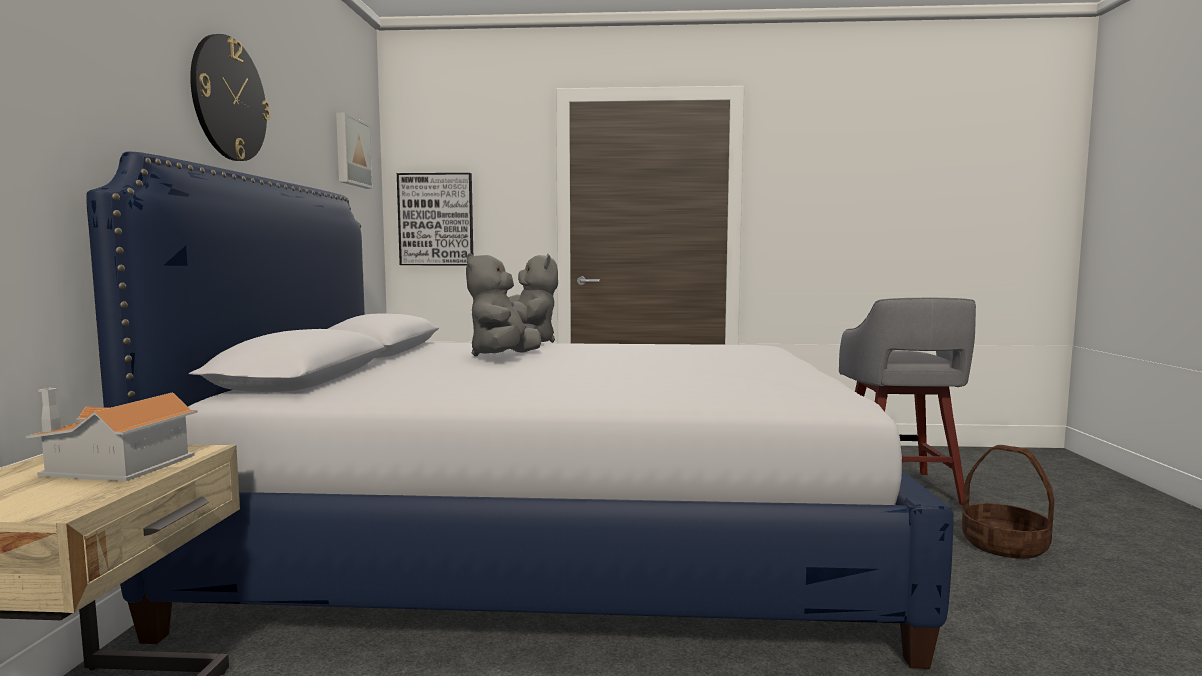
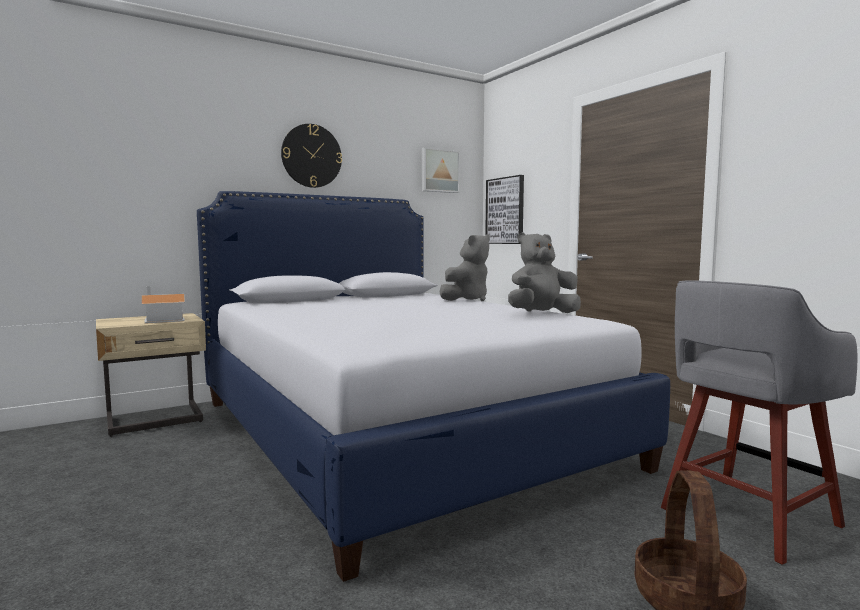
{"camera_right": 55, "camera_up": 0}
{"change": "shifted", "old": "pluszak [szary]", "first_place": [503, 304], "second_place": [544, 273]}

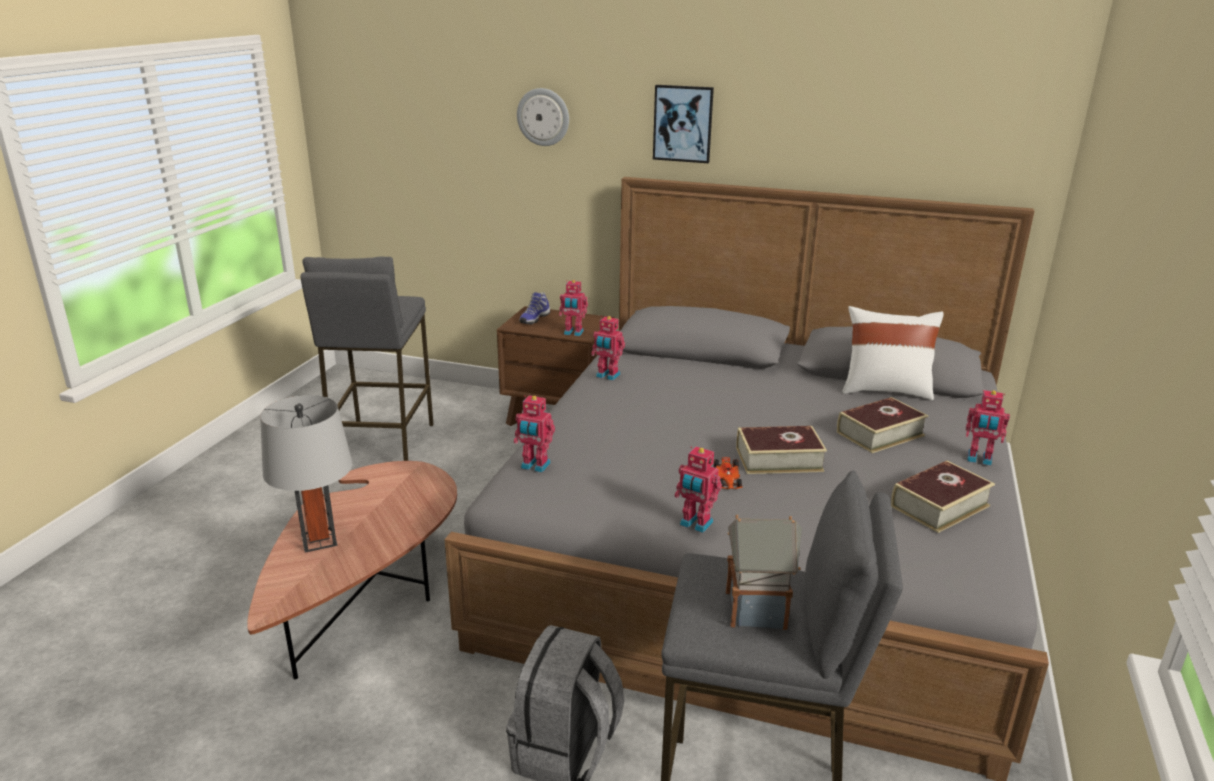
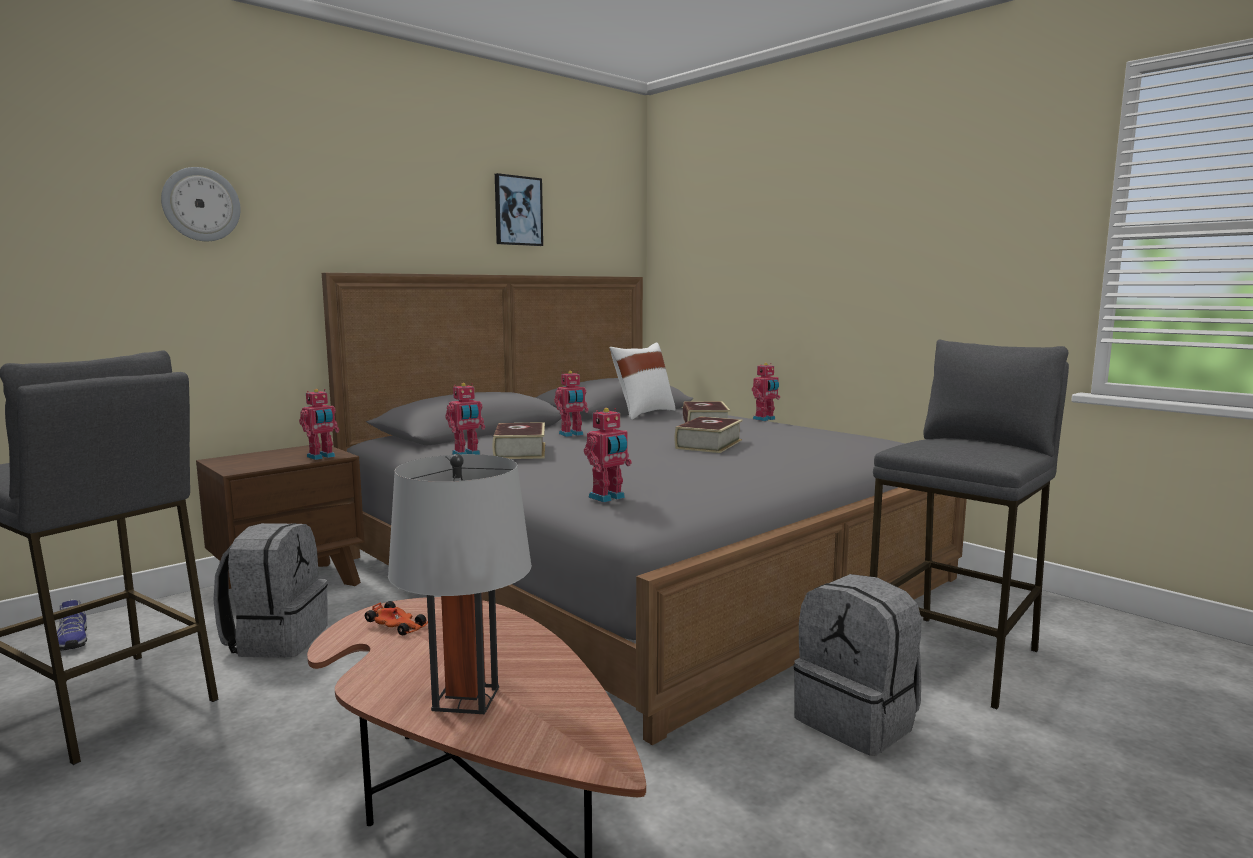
{"camera_right": -60, "camera_up": -15}
{"change": "shifted", "old": "obraz", "first_place": [683, 124], "second_place": [519, 209]}
{"change": "shifted", "old": "but", "first_place": [534, 308], "second_place": [72, 625]}
{"change": "shifted", "old": "robot zabawkowy", "first_place": [698, 489], "second_place": [571, 404]}
{"change": "shifted", "old": "samochodzik", "first_place": [728, 473], "second_place": [396, 618]}
{"change": "shifted", "old": "książka", "first_place": [943, 497], "second_place": [519, 440]}
{"change": "gone", "old": "domek", "first_place": [764, 572]}
{"change": "new", "new": "plecak [szary]", "second_place": [271, 590]}

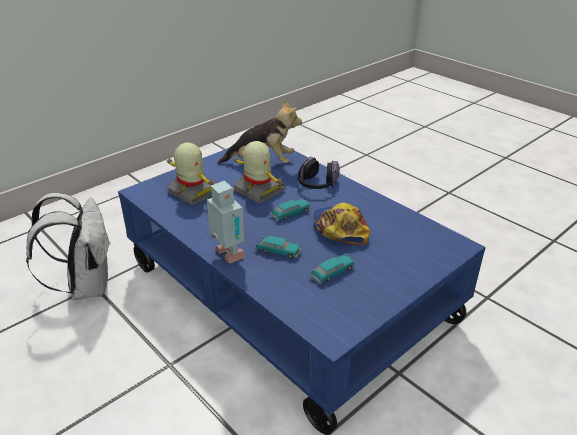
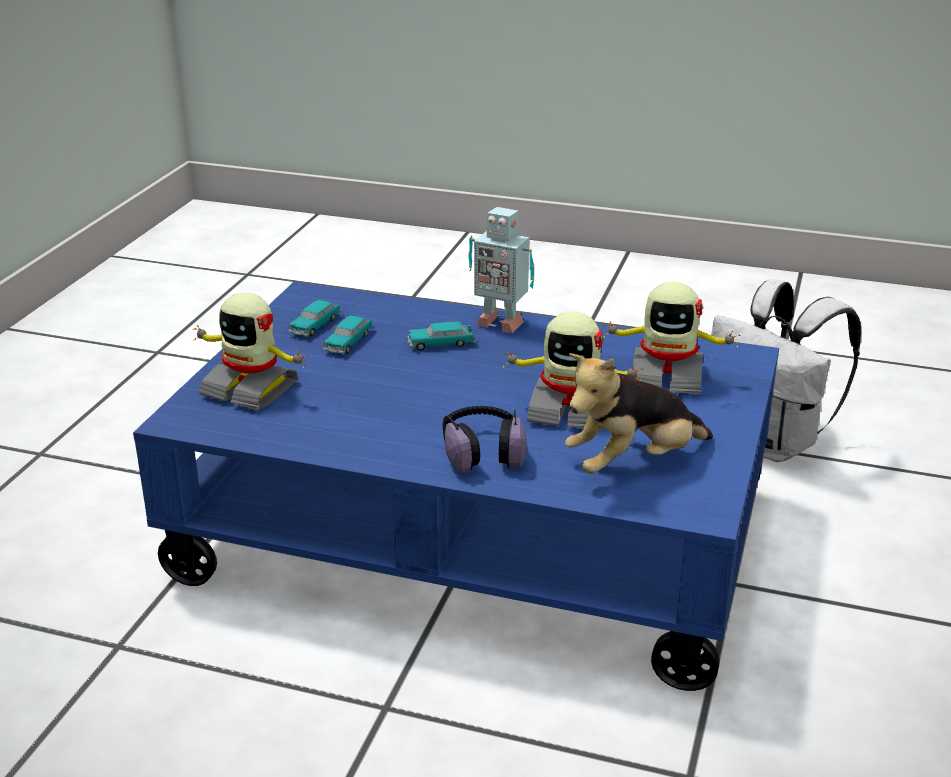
{"camera_right": 150, "camera_up": -5}
{"change": "shifted", "old": "samochodzik", "first_place": [290, 210], "second_place": [315, 318]}
{"change": "gone", "old": "czapka z daszkiem", "first_place": [341, 224]}
{"change": "new", "new": "robot zabawkowy", "second_place": [250, 351]}

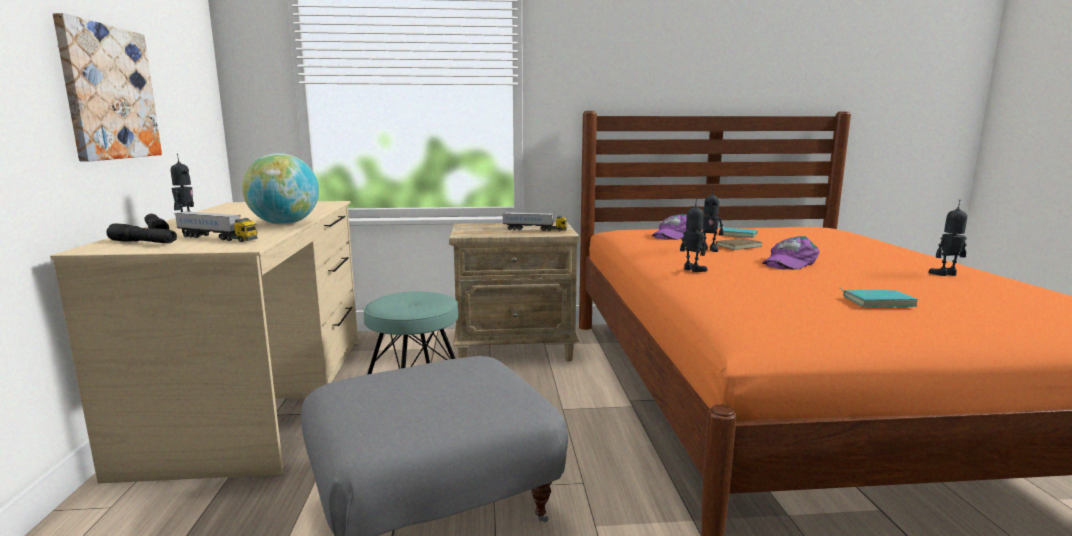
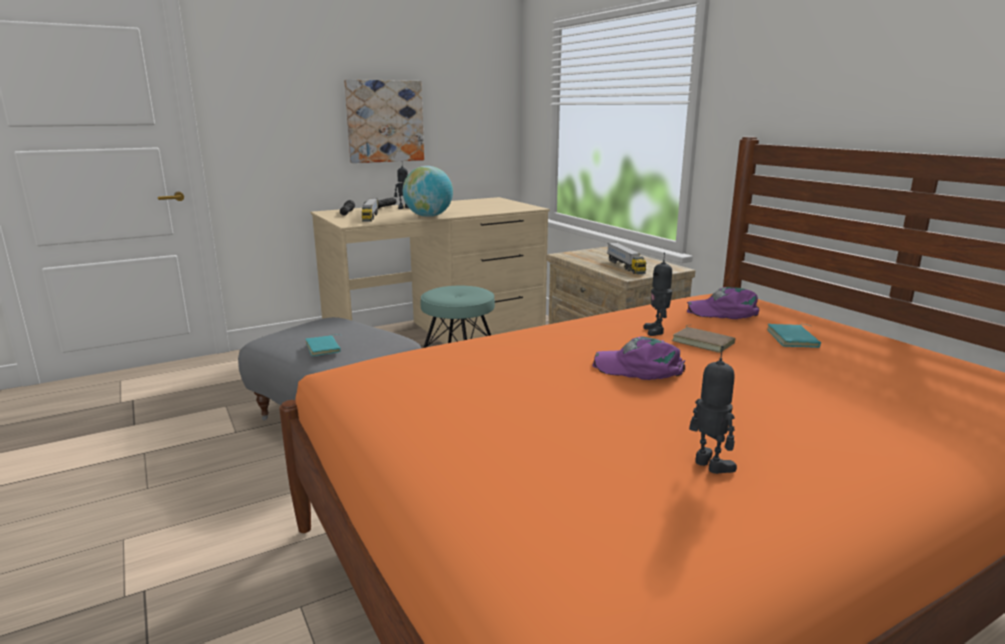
{"camera_right": 65, "camera_up": 5}
{"change": "gone", "old": "robot zabawkowy", "first_place": [693, 234]}
{"change": "shifted", "old": "książka [turkusowy]", "first_place": [879, 297], "second_place": [323, 345]}

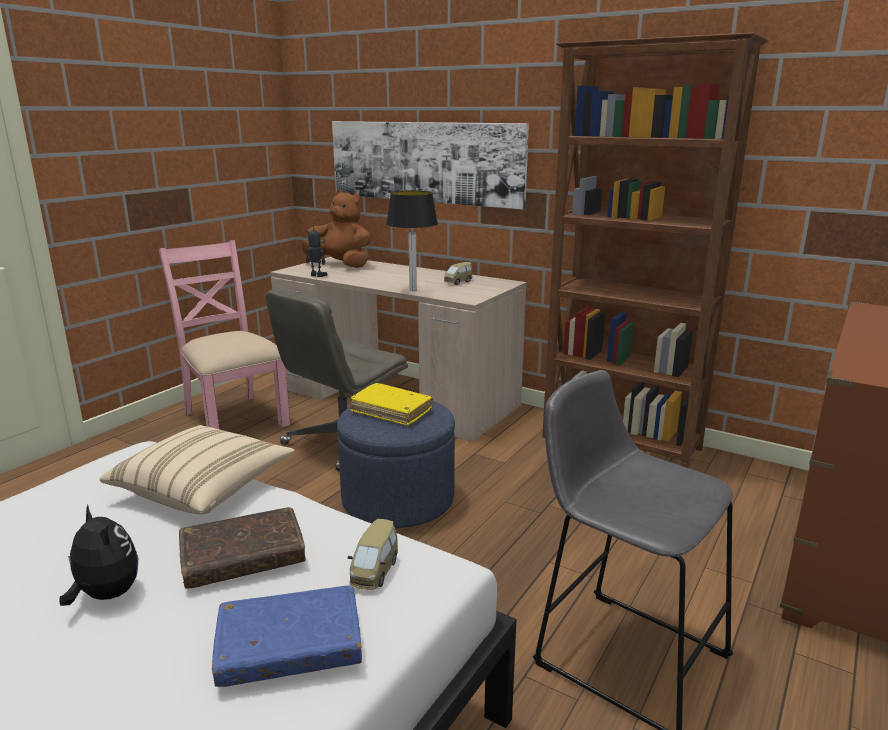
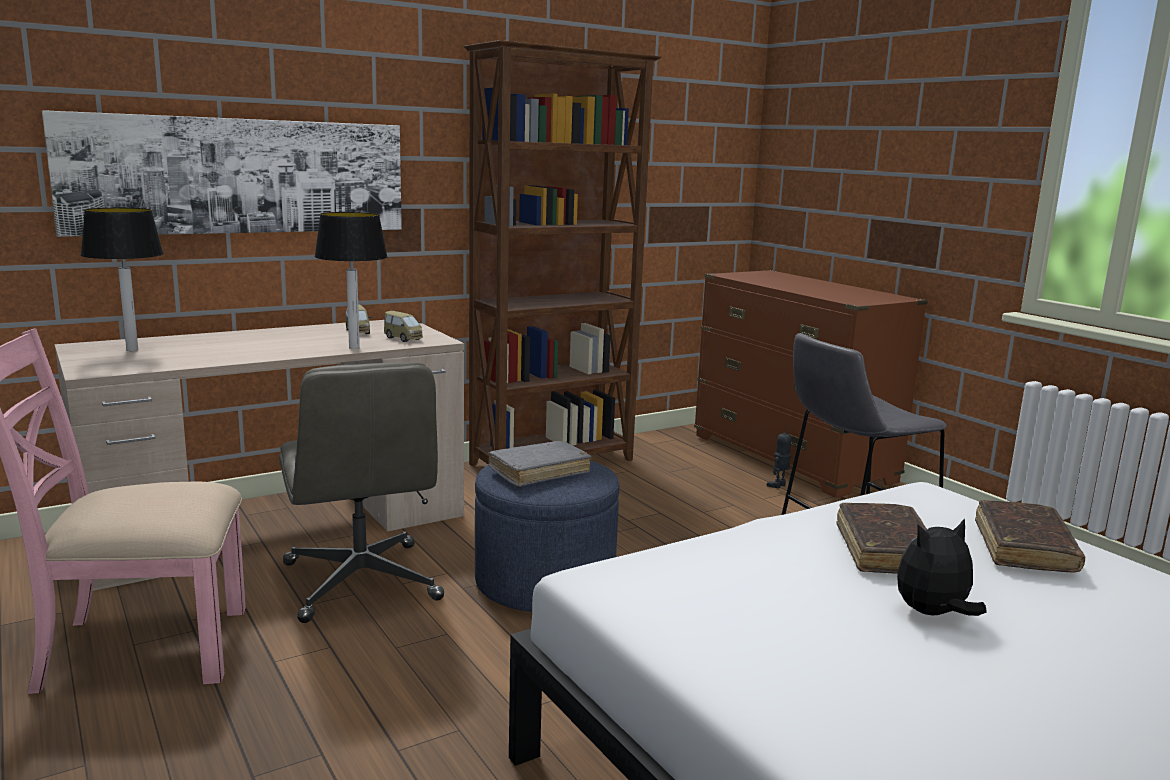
{"camera_right": -65, "camera_up": -5}
{"change": "swapped", "old": "pluszak [brązowy]", "new": "lampa stołowa", "first_place": [336, 229], "second_place": [122, 279]}
{"change": "shifted", "old": "robot zabawkowy", "first_place": [316, 250], "second_place": [779, 456]}
{"change": "repainted", "old": "książka [żółty]", "new": "książka [szary]", "first_place": [391, 404], "second_place": [539, 464]}
{"change": "gone", "old": "poduszka [beżowy]", "first_place": [197, 469]}
{"change": "shifted", "old": "samochodzik", "first_place": [373, 554], "second_place": [403, 326]}
{"change": "repainted", "old": "książka [niebieski]", "new": "książka [brązowy]", "first_place": [287, 636], "second_place": [1030, 536]}

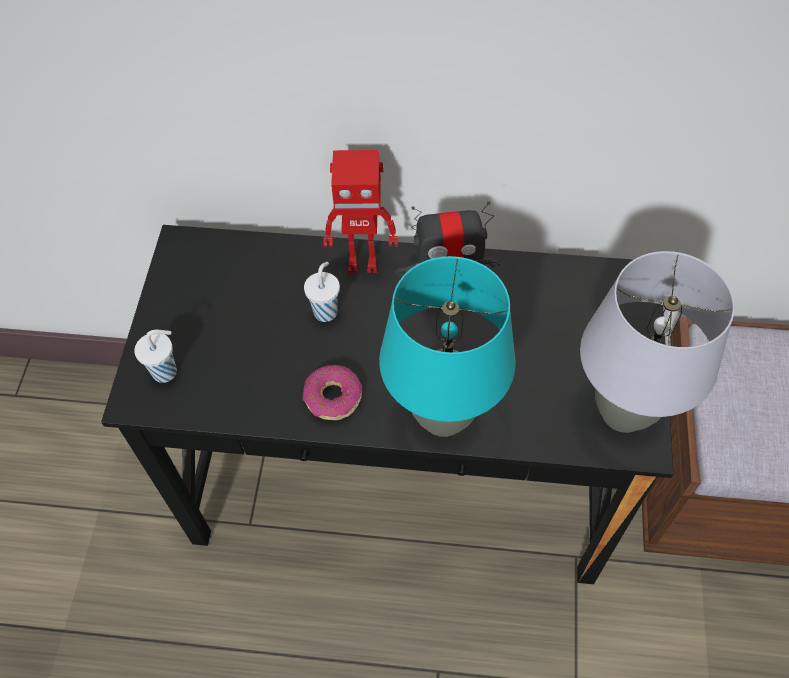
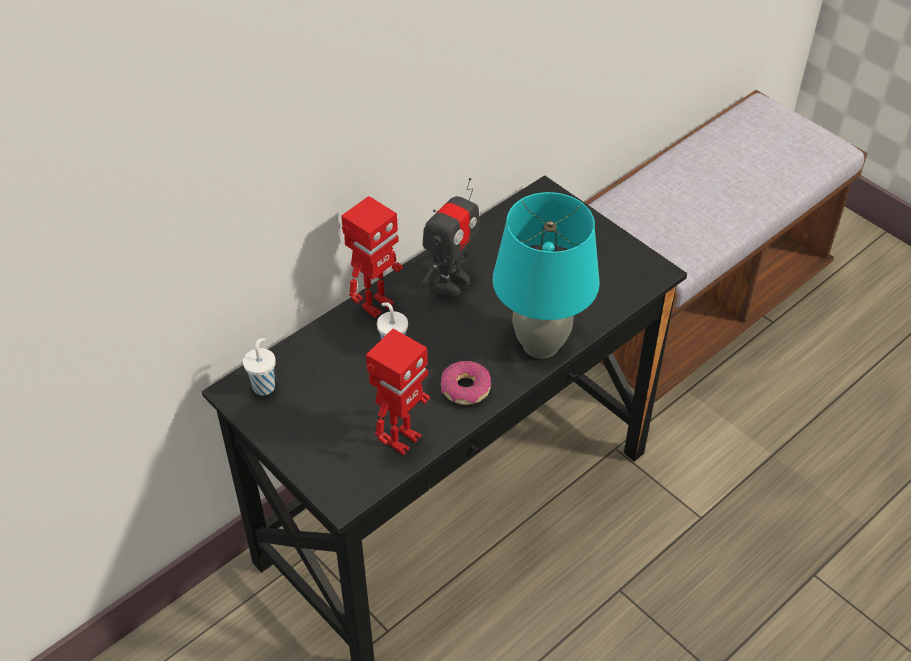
{"camera_right": -50, "camera_up": -10}
{"change": "gone", "old": "lampa stołowa [szary]", "first_place": [657, 342]}
{"change": "shifted", "old": "filiżanka [biały]", "first_place": [155, 356], "second_place": [259, 366]}
{"change": "new", "new": "robot zabawkowy", "second_place": [398, 392]}

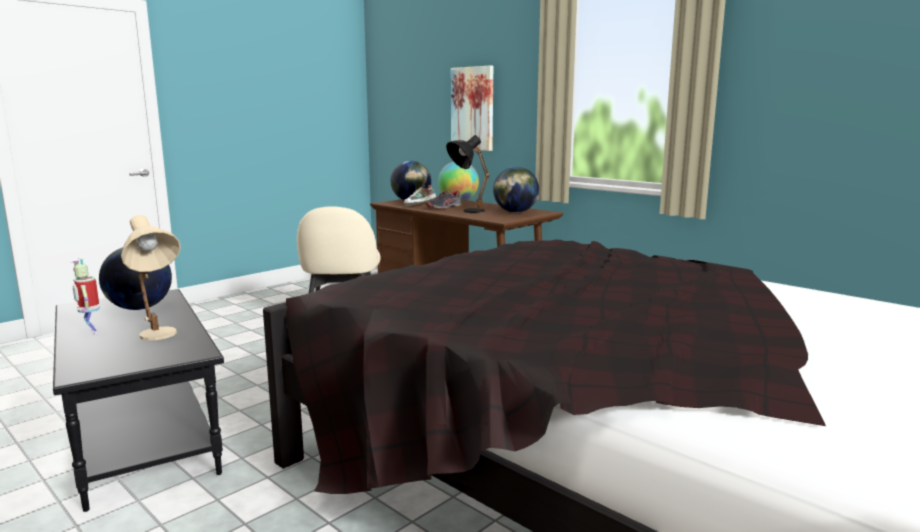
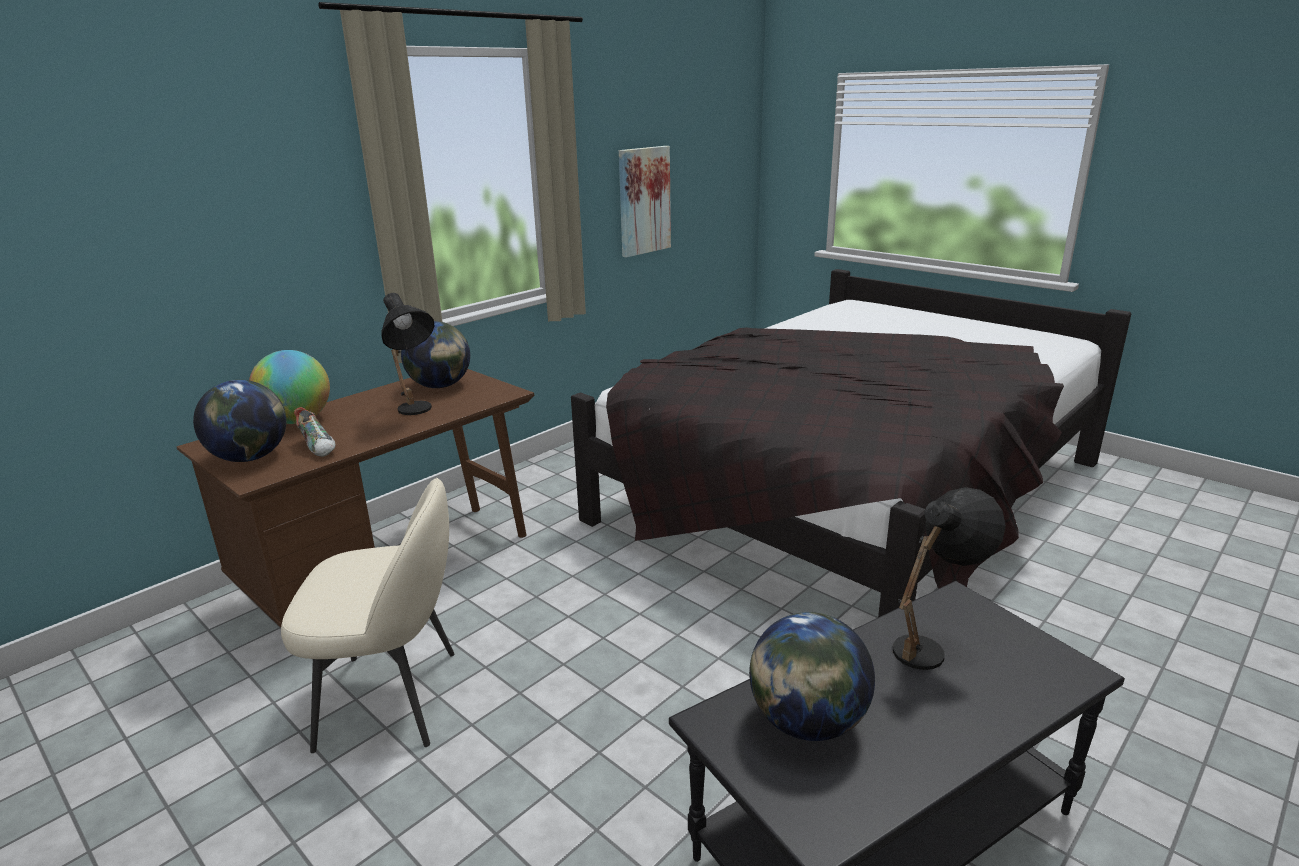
{"camera_right": -90, "camera_up": 10}
{"change": "shifted", "old": "obraz", "first_place": [472, 108], "second_place": [645, 201]}
{"change": "gone", "old": "but", "first_place": [443, 199]}
{"change": "repainted", "old": "lampa stołowa [beżowy]", "new": "lampa stołowa [czarny]", "first_place": [151, 277], "second_place": [949, 578]}
{"change": "gone", "old": "robot zabawkowy", "first_place": [85, 296]}

